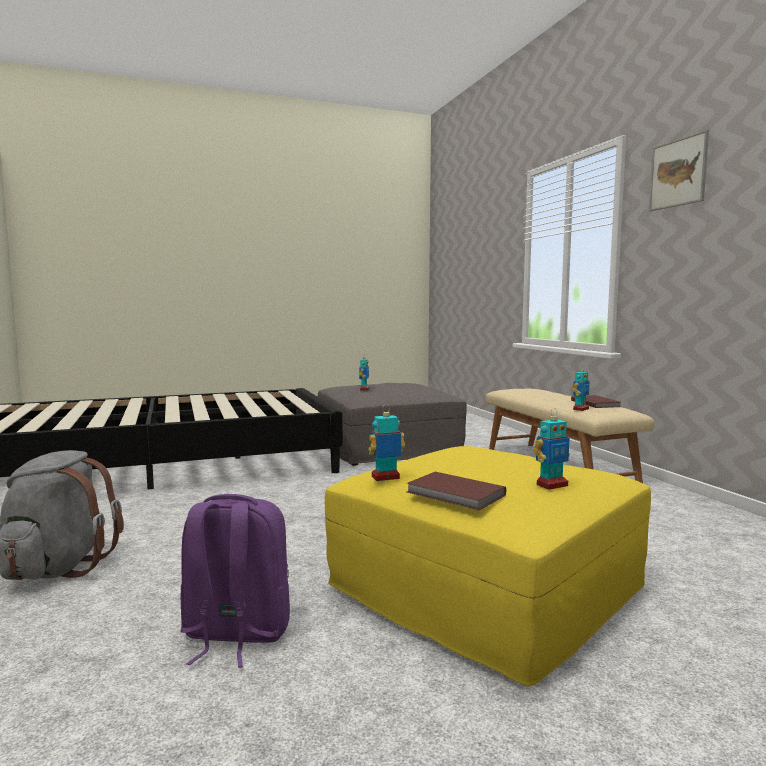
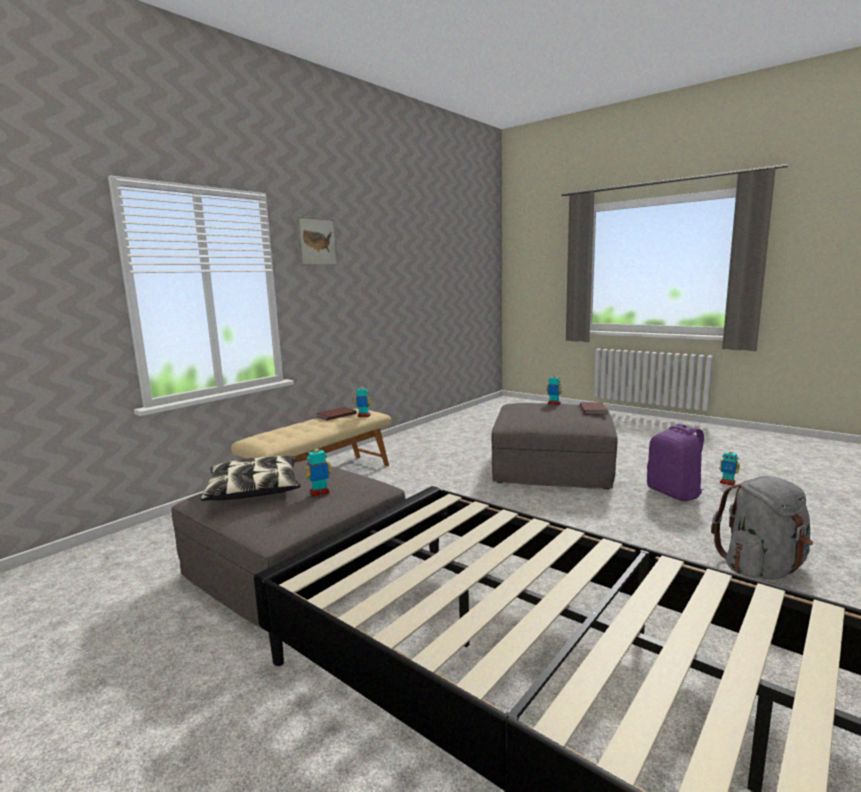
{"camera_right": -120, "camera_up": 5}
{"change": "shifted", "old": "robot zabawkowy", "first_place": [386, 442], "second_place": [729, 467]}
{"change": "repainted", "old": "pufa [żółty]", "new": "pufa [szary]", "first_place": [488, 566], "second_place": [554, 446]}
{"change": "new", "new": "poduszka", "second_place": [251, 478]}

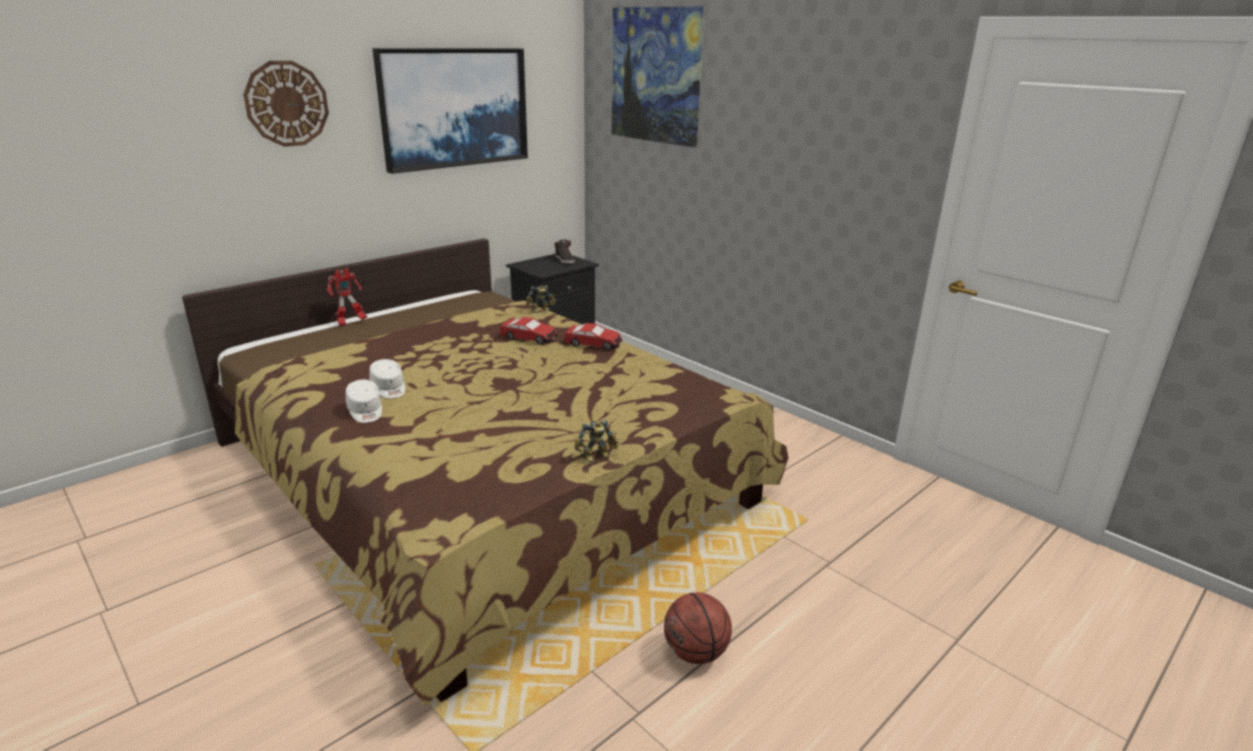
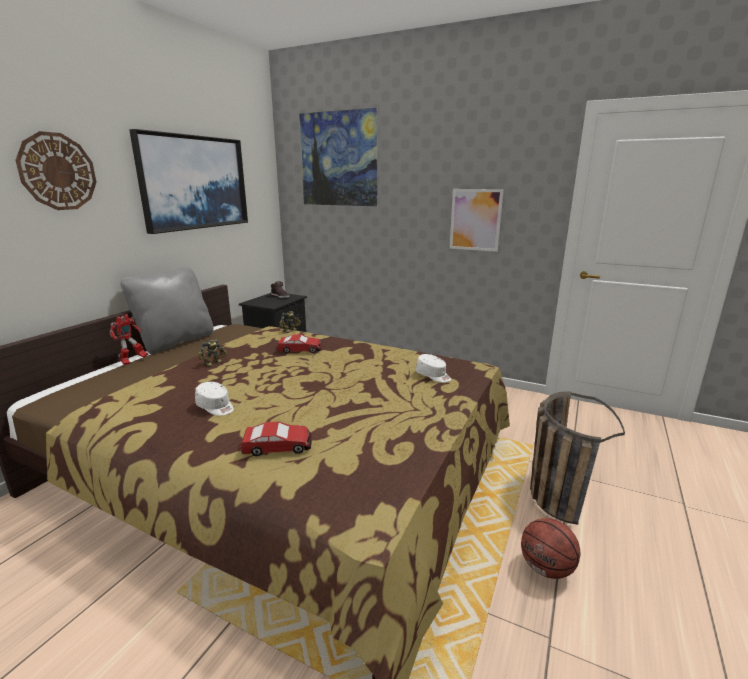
{"camera_right": -20, "camera_up": -5}
{"change": "shifted", "old": "samochodzik", "first_place": [593, 336], "second_place": [276, 438]}
{"change": "shifted", "old": "czapka z daszkiem [biały]", "first_place": [364, 401], "second_place": [433, 368]}
{"change": "shifted", "old": "robot zabawkowy", "first_place": [597, 441], "second_place": [212, 353]}
{"change": "new", "new": "obraz", "second_place": [477, 220]}
{"change": "new", "new": "poduszka [szary]", "second_place": [167, 310]}
{"change": "new", "new": "koszyk", "second_place": [577, 458]}

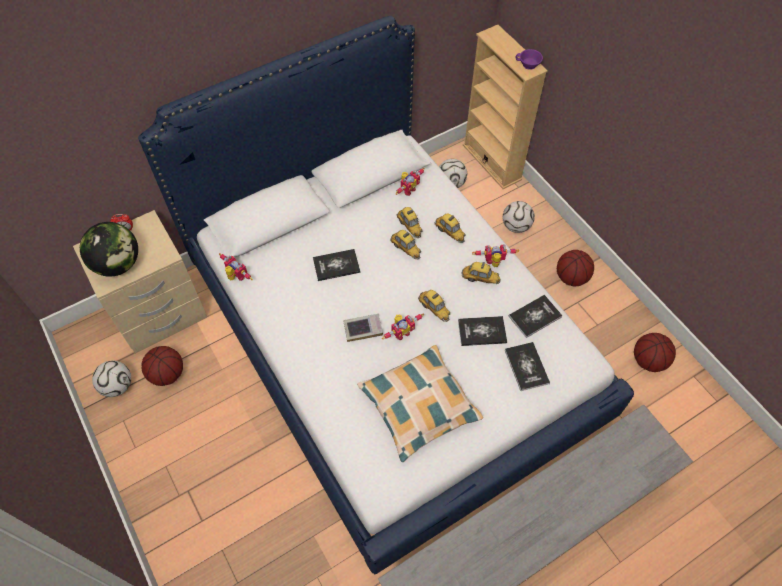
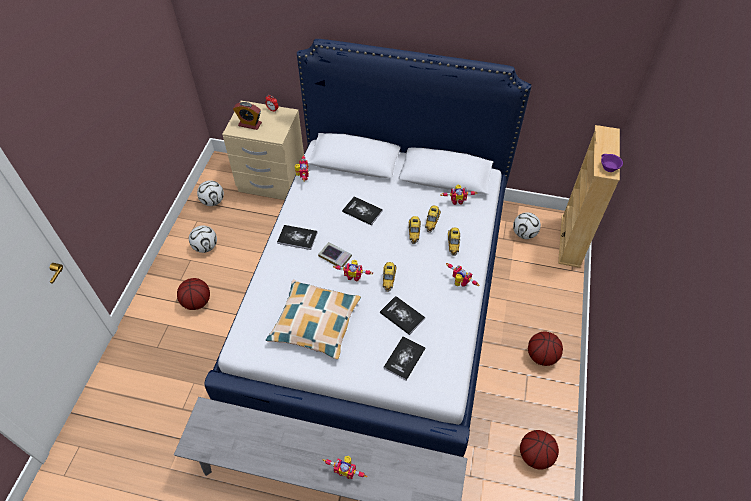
{"camera_right": 45, "camera_up": -5}
{"change": "shifted", "old": "piłka futbolowa", "first_place": [519, 217], "second_place": [203, 239]}
{"change": "swapped", "old": "globus", "new": "budzik", "first_place": [109, 249], "second_place": [247, 116]}
{"change": "gone", "old": "samochodzik", "first_place": [481, 273]}
{"change": "shifted", "old": "książka", "first_place": [536, 316], "second_place": [297, 237]}
{"change": "shifted", "old": "piłka do koszykówki", "first_place": [162, 366], "second_place": [193, 294]}
{"change": "new", "new": "robot zabawkowy", "second_place": [345, 467]}

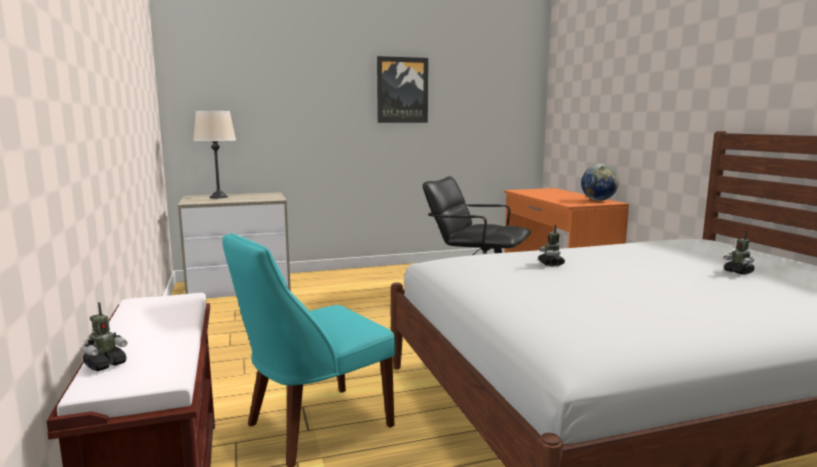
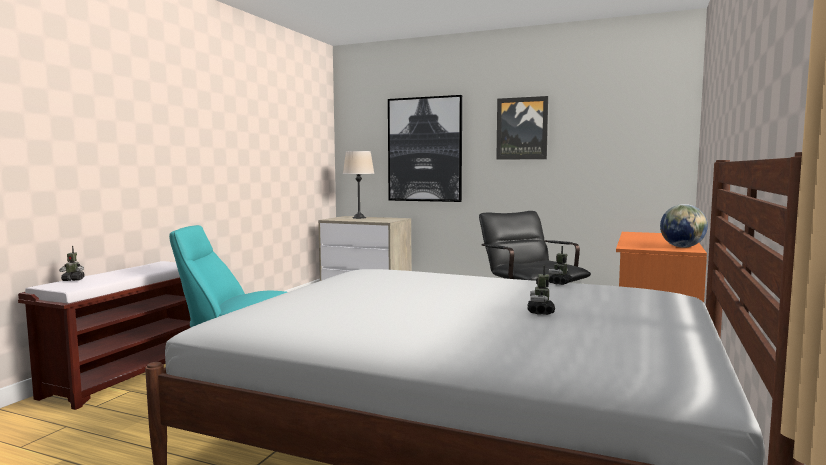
{"camera_right": 40, "camera_up": -5}
{"change": "shifted", "old": "robot zabawkowy", "first_place": [551, 245], "second_place": [561, 265]}
{"change": "new", "new": "obraz", "second_place": [425, 148]}

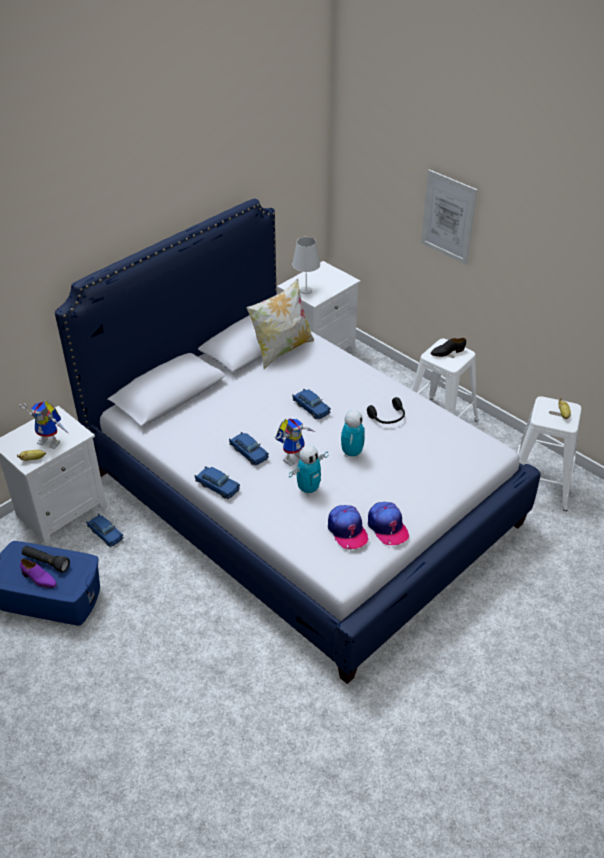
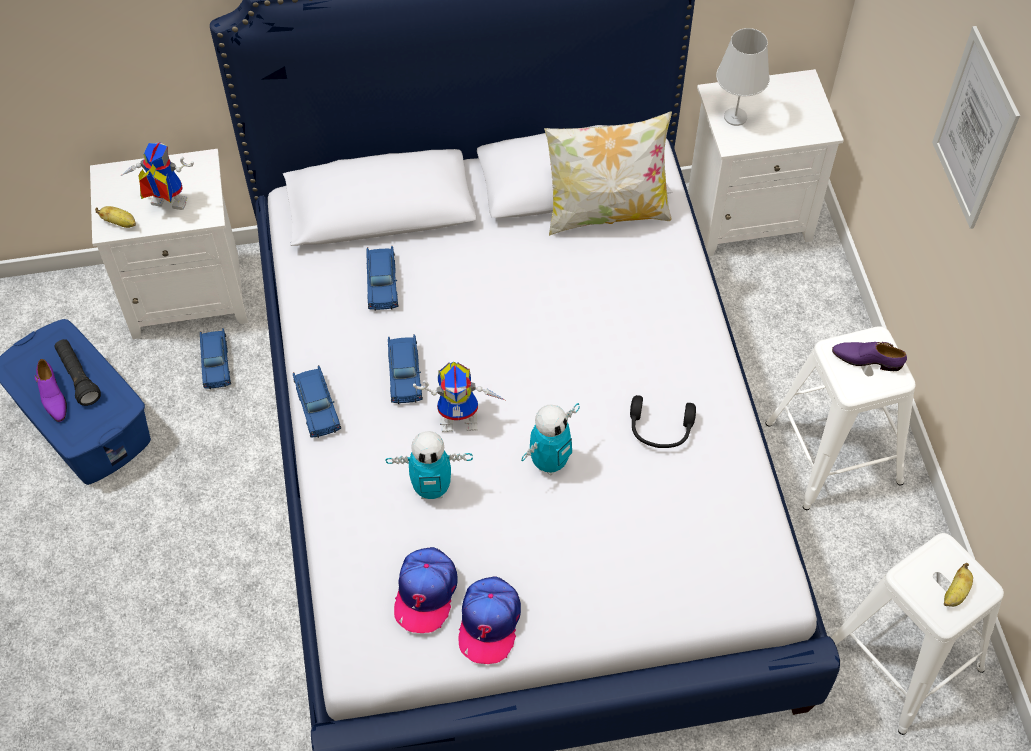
{"camera_right": 35, "camera_up": 15}
{"change": "repainted", "old": "but [czarny]", "new": "but [fioletowy]", "first_place": [448, 347], "second_place": [869, 356]}
{"change": "shifted", "old": "samochodzik [niebieski]", "first_place": [311, 404], "second_place": [382, 278]}
{"change": "rotated", "old": "robot zabawkowy", "first_place": [44, 425], "second_place": [157, 176], "degrees": 135}

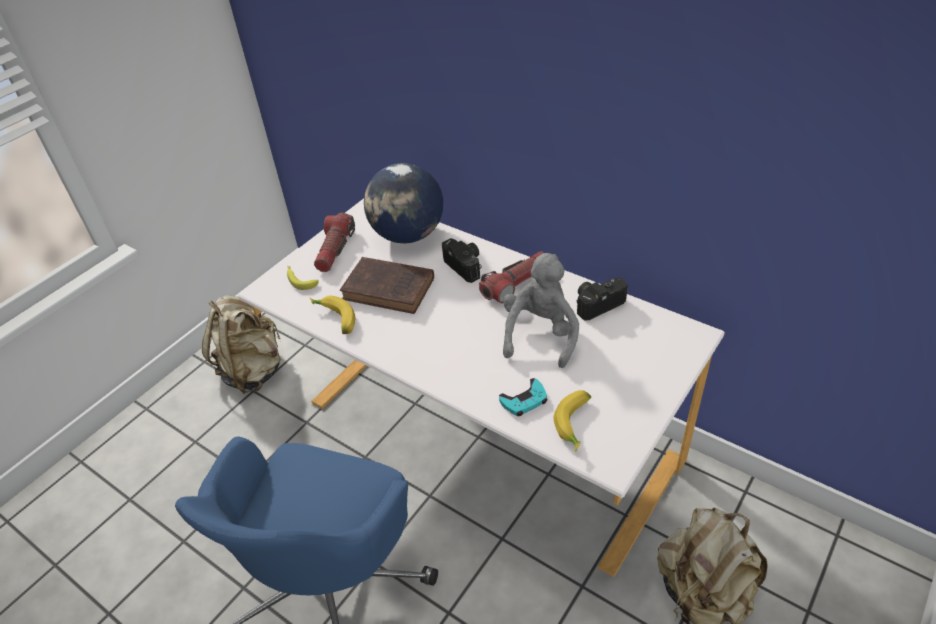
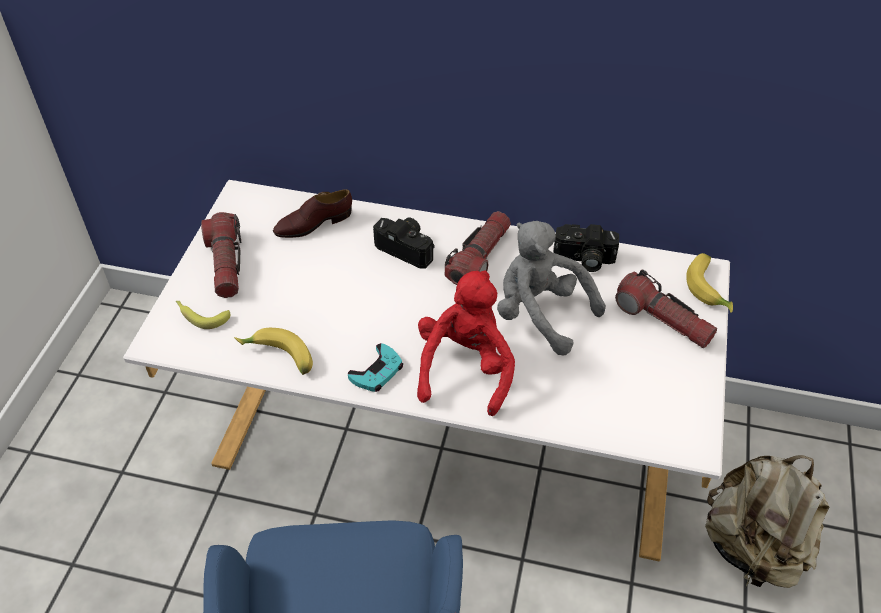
{"camera_right": -25, "camera_up": 5}
{"change": "swapped", "old": "globus", "new": "but [brązowy]", "first_place": [403, 203], "second_place": [312, 213]}
{"change": "rotated", "old": "pluszak [szary]", "first_place": [541, 310], "second_place": [551, 288], "degrees": -45}
{"change": "gone", "old": "książka [brązowy]", "first_place": [387, 285]}
{"change": "rotated", "old": "aparat fotograficzny", "first_place": [602, 299], "second_place": [586, 248], "degrees": -120}
{"change": "gone", "old": "plecak [beżowy]", "first_place": [241, 344]}
{"change": "shifted", "old": "pad do gier [turkusowy]", "first_place": [523, 397], "second_place": [375, 367]}
{"change": "shifted", "old": "banan", "first_place": [572, 420], "second_place": [709, 283]}
{"change": "new", "new": "pluszak [czerwony]", "second_place": [466, 343]}
{"change": "new", "new": "latarka", "second_place": [666, 309]}

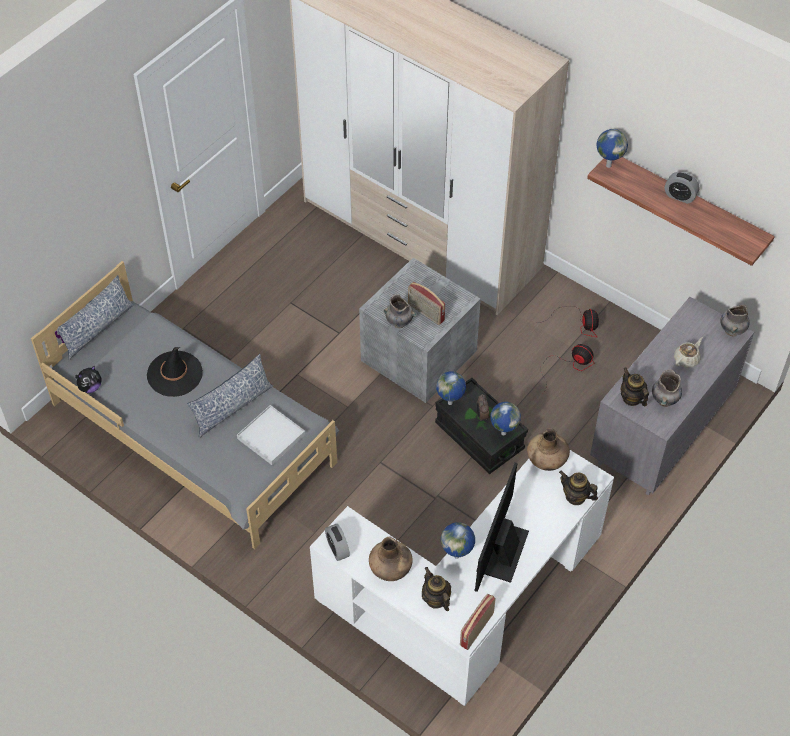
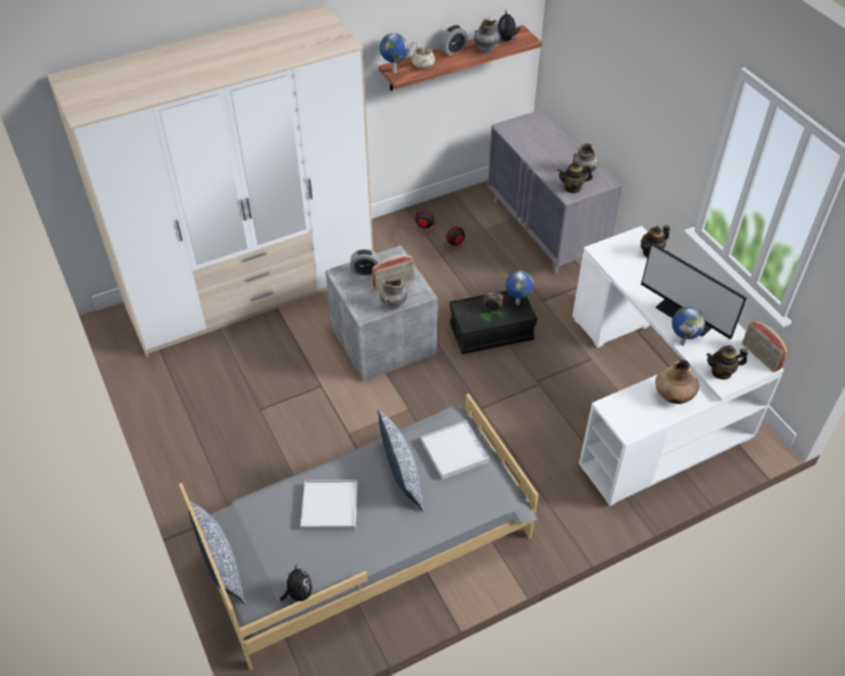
{"camera_right": -65, "camera_up": -5}
{"change": "shifted", "old": "wazon [szary]", "first_place": [735, 320], "second_place": [487, 35]}
{"change": "shifted", "old": "imbryk [beżowy]", "first_place": [688, 352], "second_place": [423, 55]}
{"change": "swapped", "old": "kapelusz [czarny]", "new": "taca [biały]", "first_place": [175, 372], "second_place": [329, 505]}
{"change": "gone", "old": "globus", "first_place": [451, 388]}
{"change": "gone", "old": "wazon [brązowy]", "first_place": [548, 449]}
{"change": "shifted", "old": "budzik", "first_place": [337, 542], "second_place": [365, 262]}
{"change": "new", "new": "pluszak", "second_place": [508, 25]}

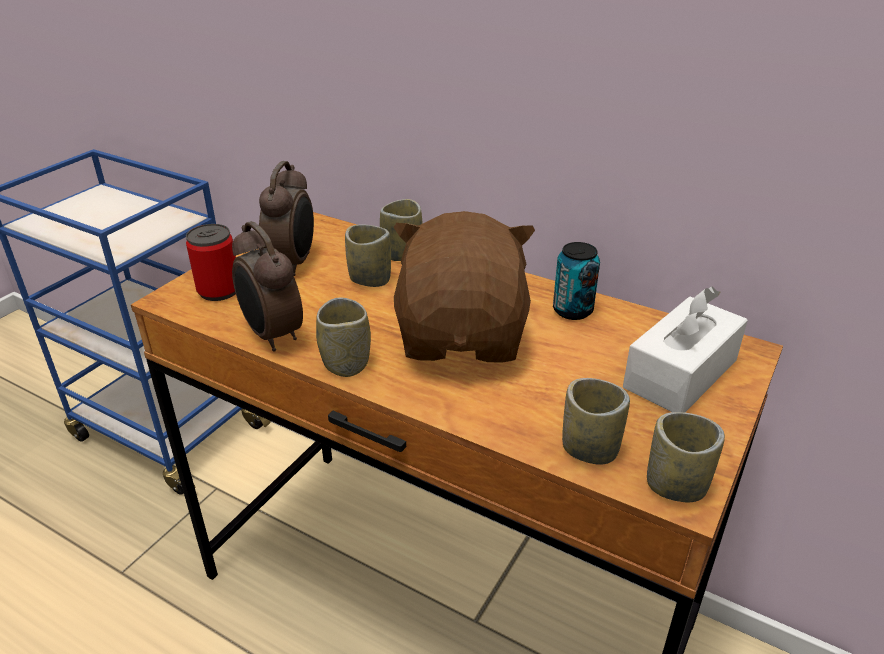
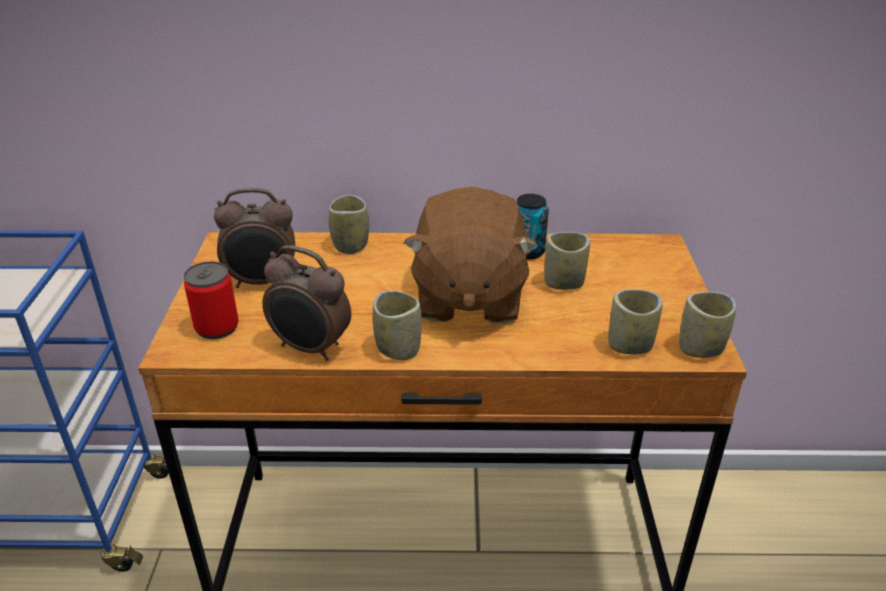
{"camera_right": -30, "camera_up": 0}
{"change": "rotated", "old": "budzik", "first_place": [286, 218], "second_place": [254, 238], "degrees": 105}
{"change": "rotated", "old": "pluszak [brązowy]", "first_place": [464, 287], "second_place": [471, 255], "degrees": -150}
{"change": "shifted", "old": "filiżanka", "first_place": [368, 256], "second_place": [567, 261]}
{"change": "gone", "old": "pudełko chusteczek [biały]", "first_place": [685, 349]}

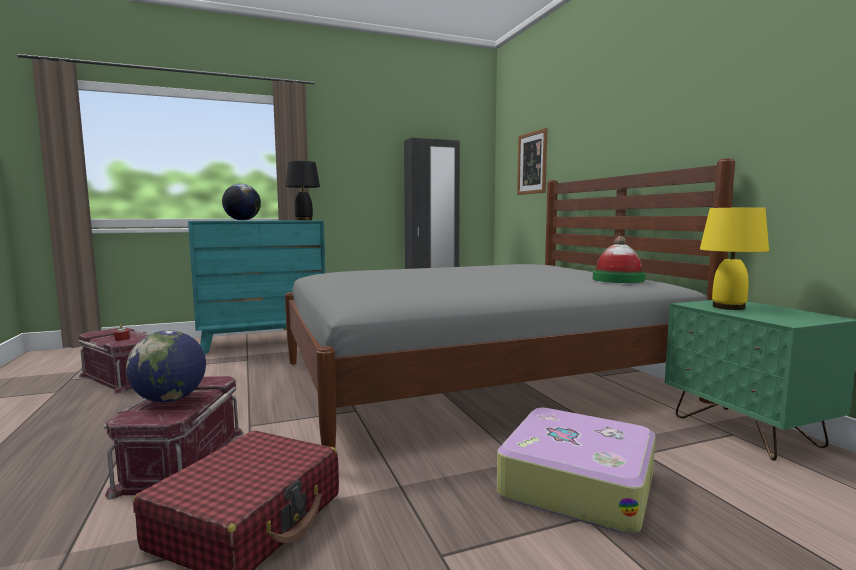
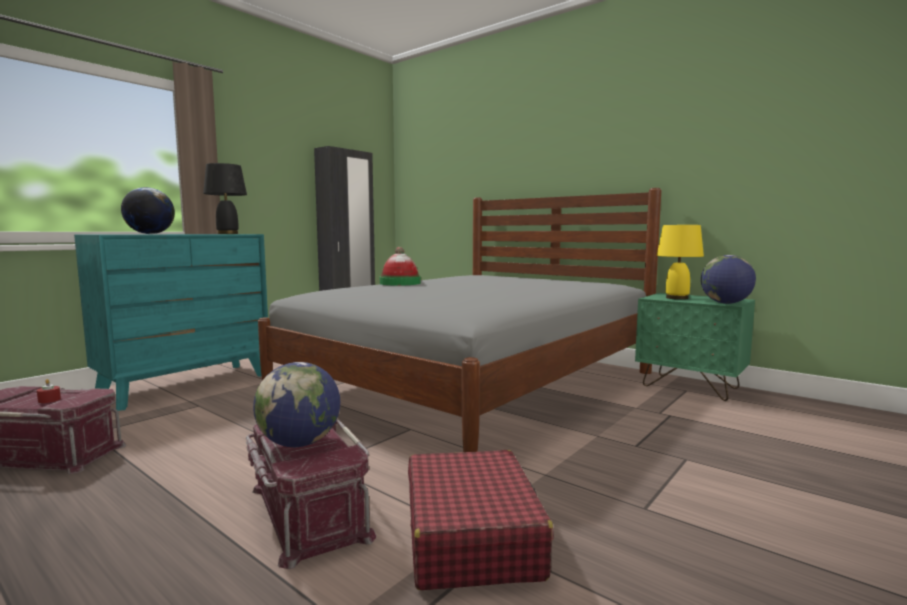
{"camera_right": -30, "camera_up": 0}
{"change": "gone", "old": "obraz", "first_place": [532, 161]}
{"change": "shifted", "old": "kapelusz", "first_place": [619, 259], "second_place": [400, 266]}
{"change": "gone", "old": "walizka", "first_place": [576, 471]}
{"change": "new", "new": "globus", "second_place": [728, 279]}

